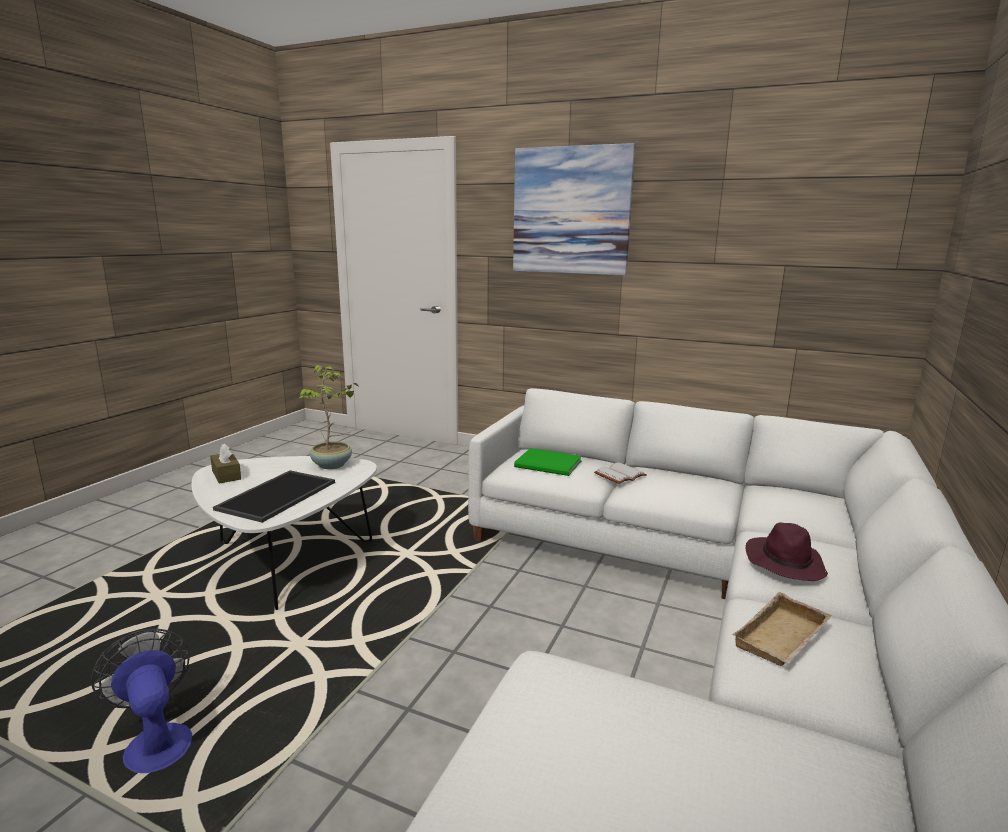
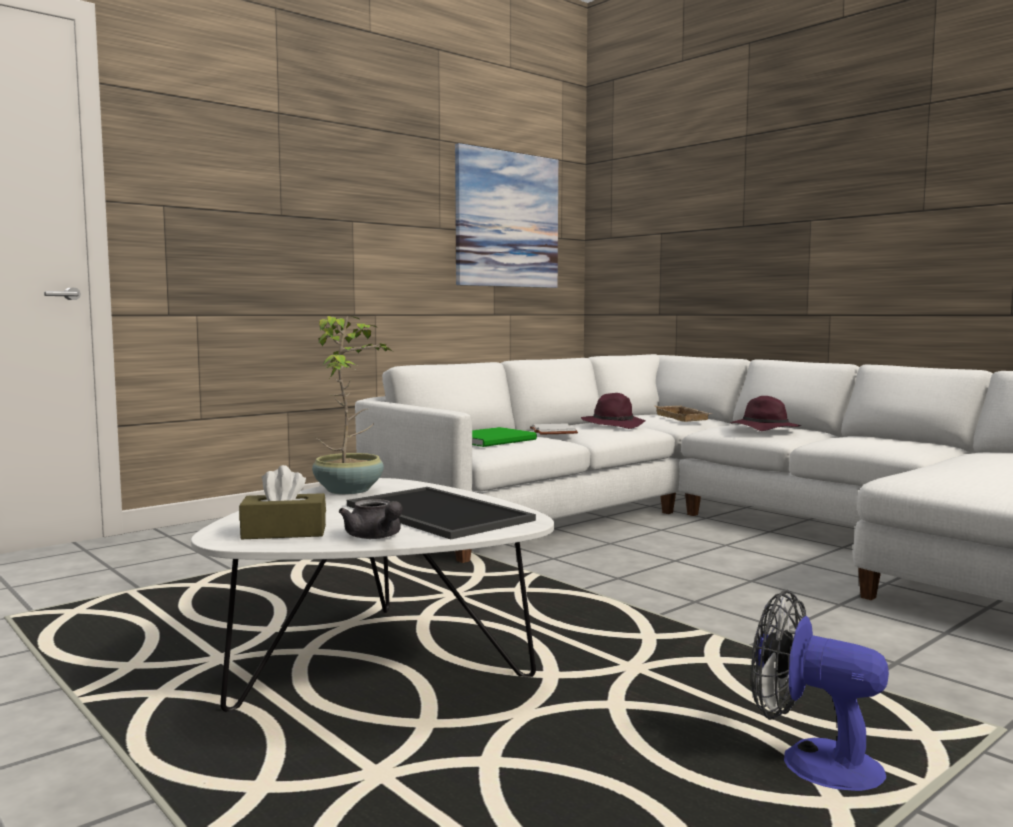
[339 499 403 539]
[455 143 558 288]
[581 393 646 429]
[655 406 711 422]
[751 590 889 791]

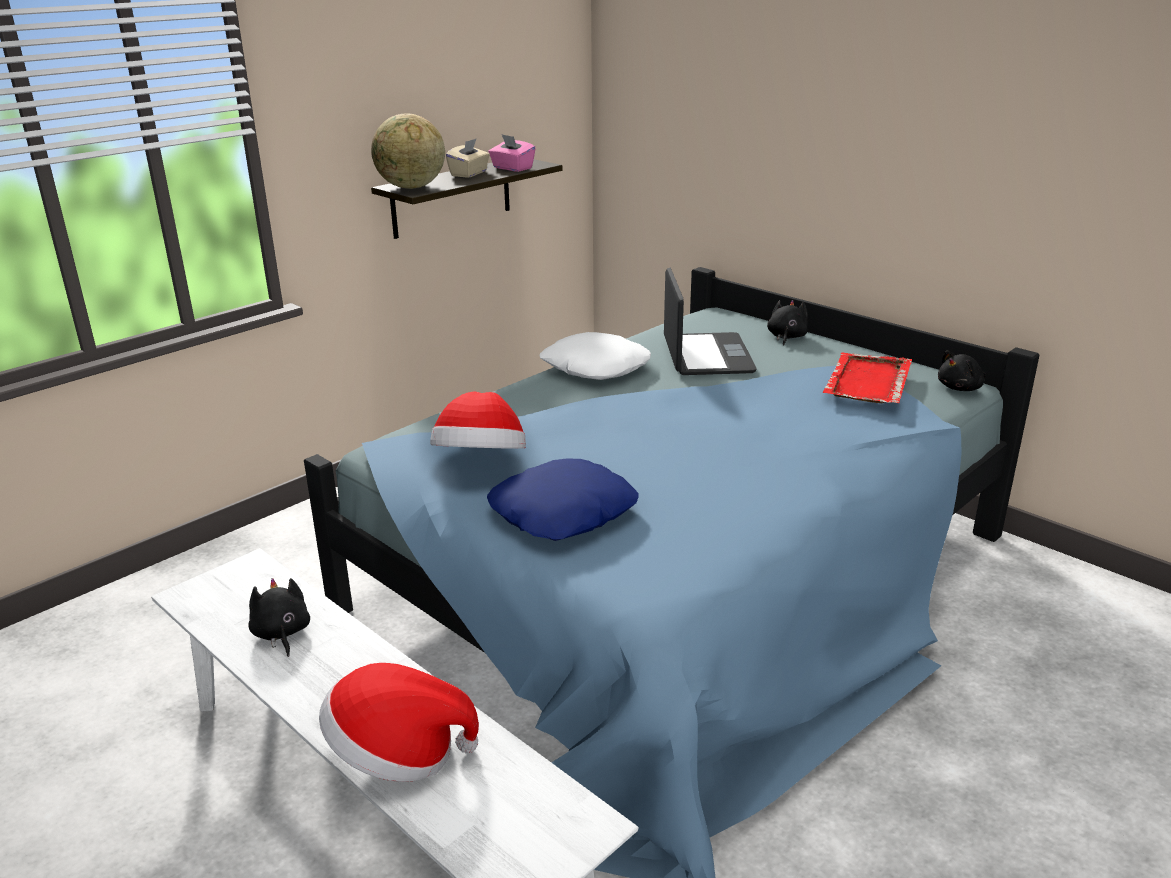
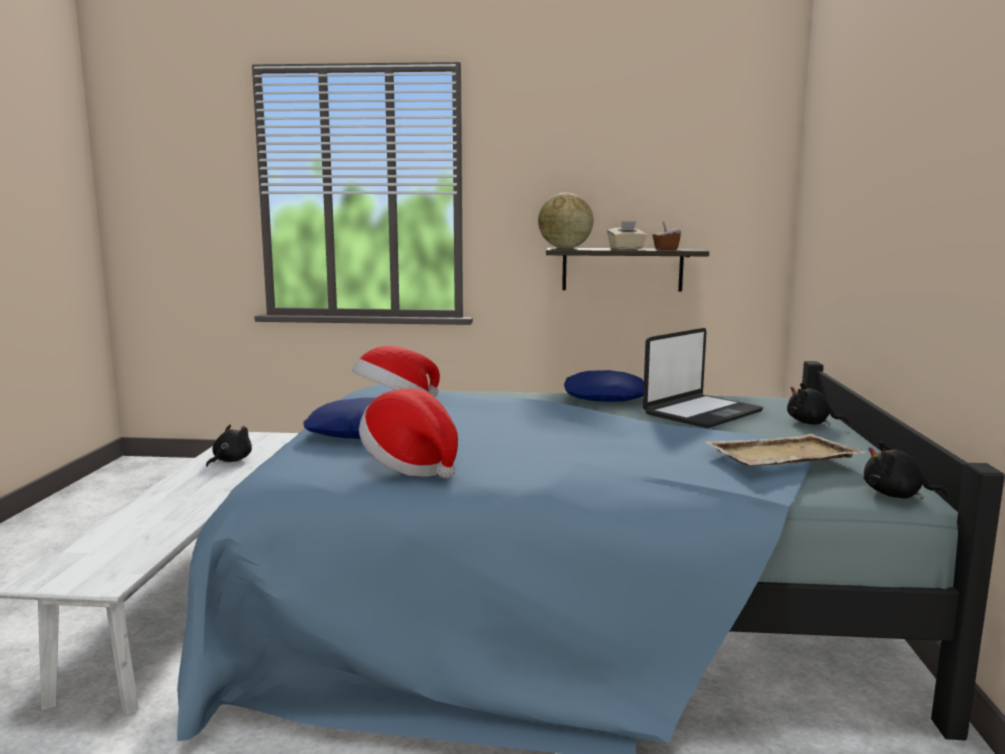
[359 388 458 478]
[564 370 644 402]
[652 222 681 250]
[704 434 867 465]
[787 383 849 425]

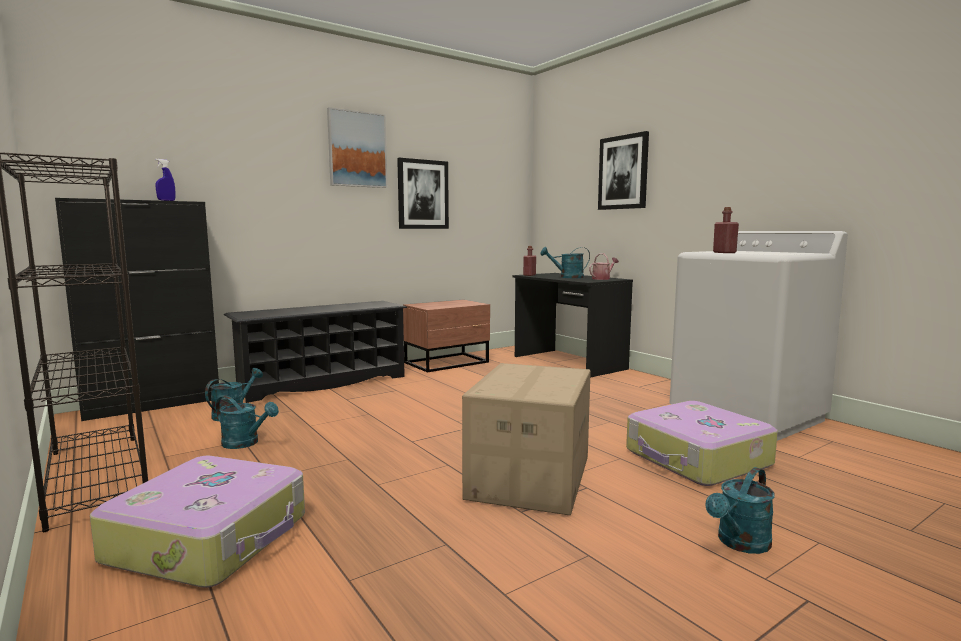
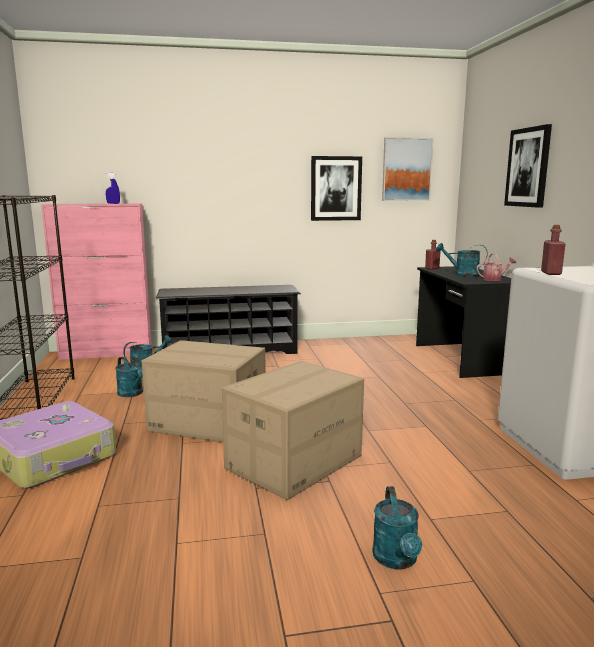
[41 203 152 360]
[142 340 266 442]
[372 486 422 570]
[382 137 434 201]
[403 300 490 373] (first image)
[626 401 778 486] (first image)

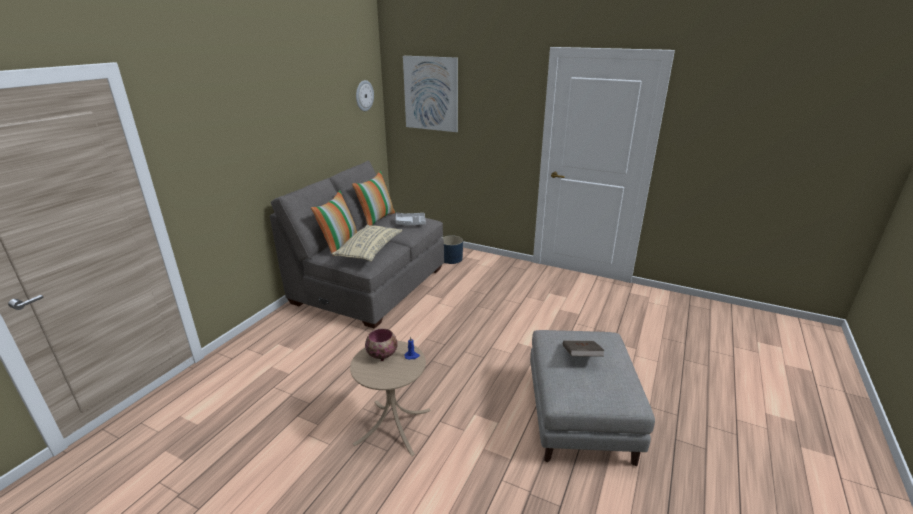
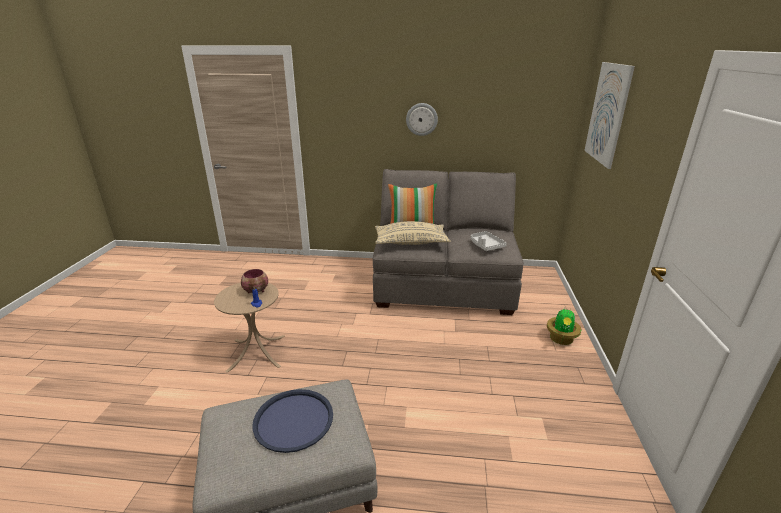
[252 389 333 453]
[406 103 438 136]
[547 309 581 345]
[352 171 396 226] (first image)
[442 236 463 264] (first image)

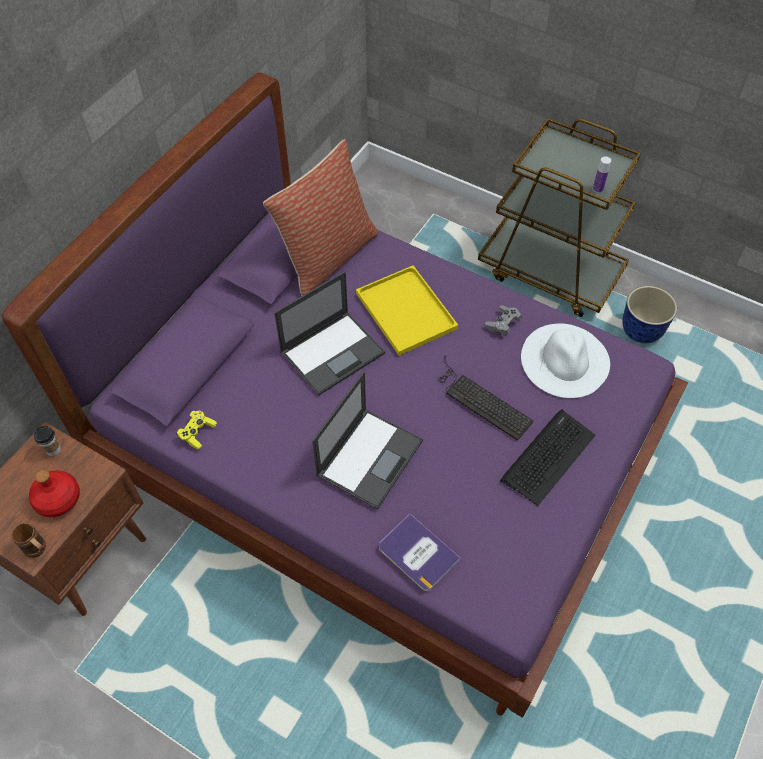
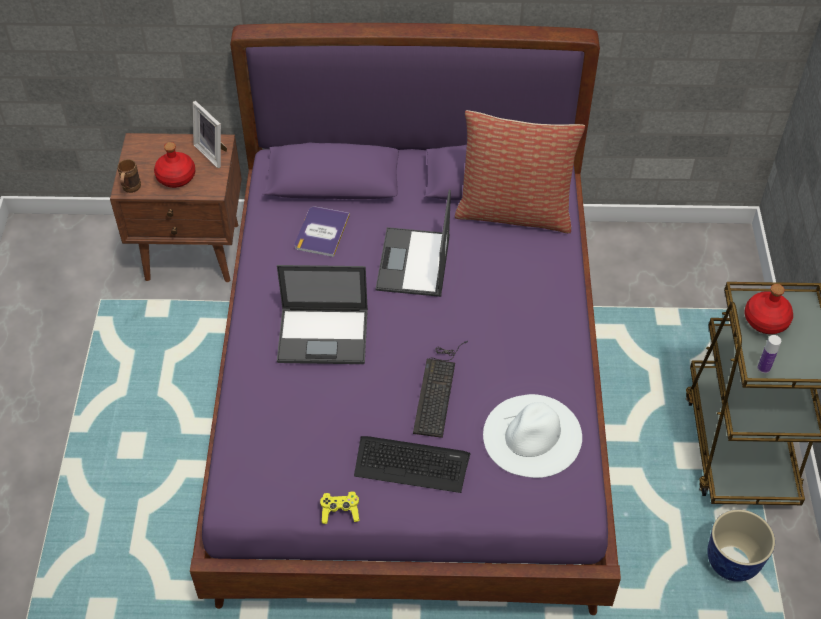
[193 101 227 168]
[295 206 350 257]
[320 491 360 524]
[376 190 451 297]
[745 284 793 334]
[356 265 458 356] (first image)
[484 305 522 336] (first image)

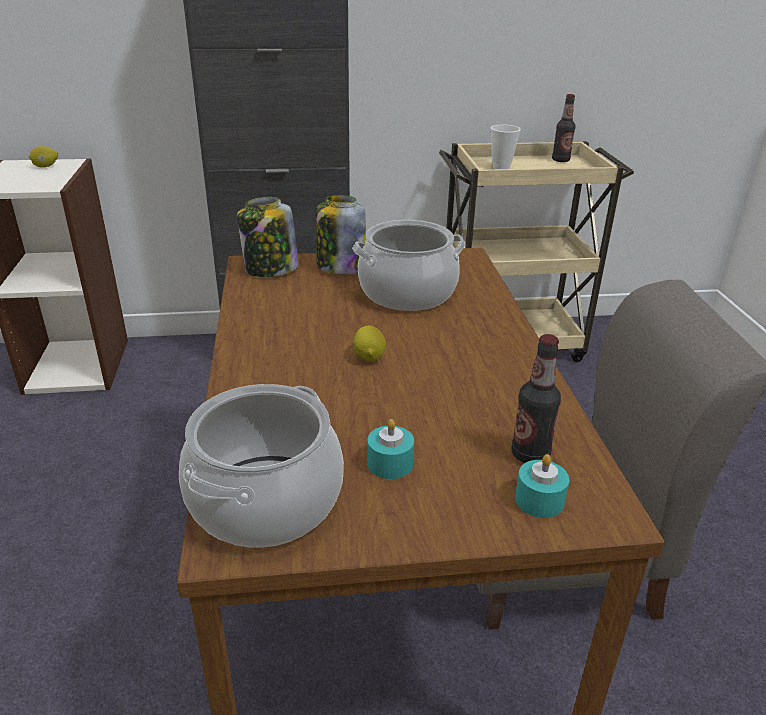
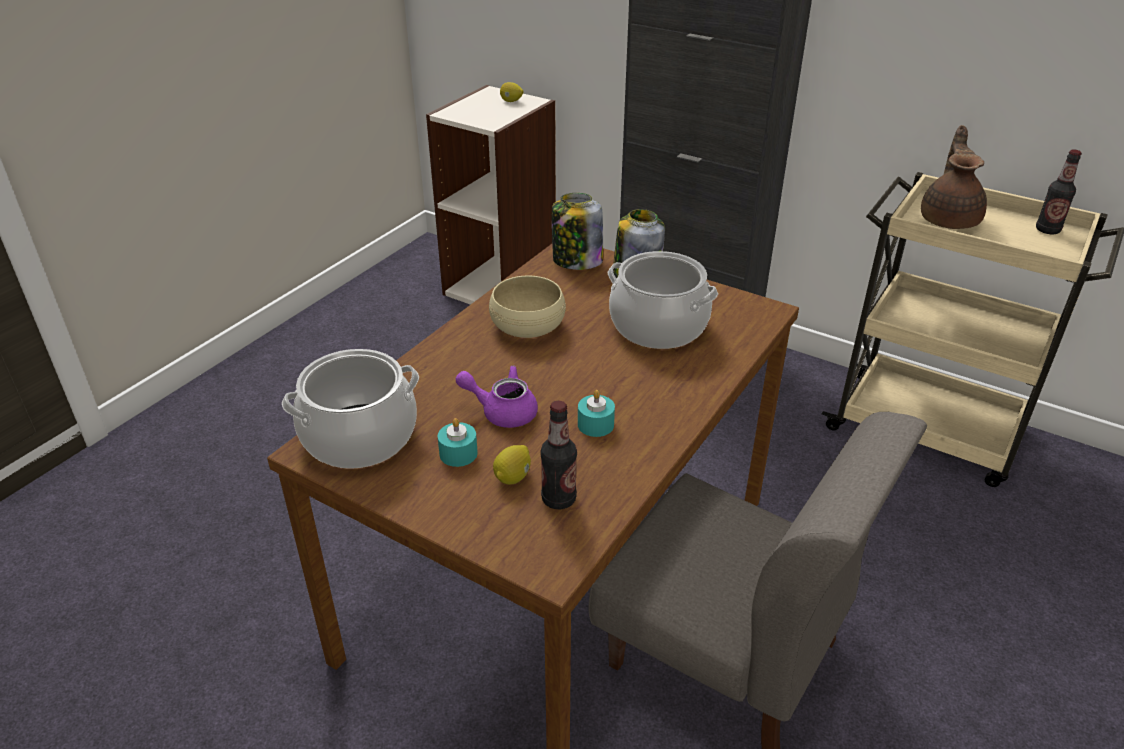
[455 365 538 428]
[489 275 566 338]
[493 445 531 485]
[578 390 615 437]
[921 125 987 229]

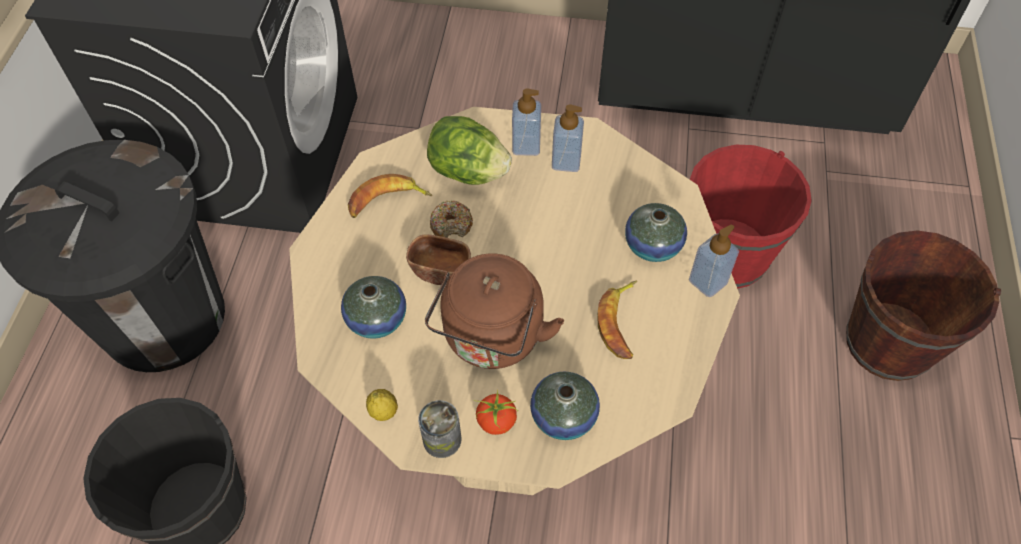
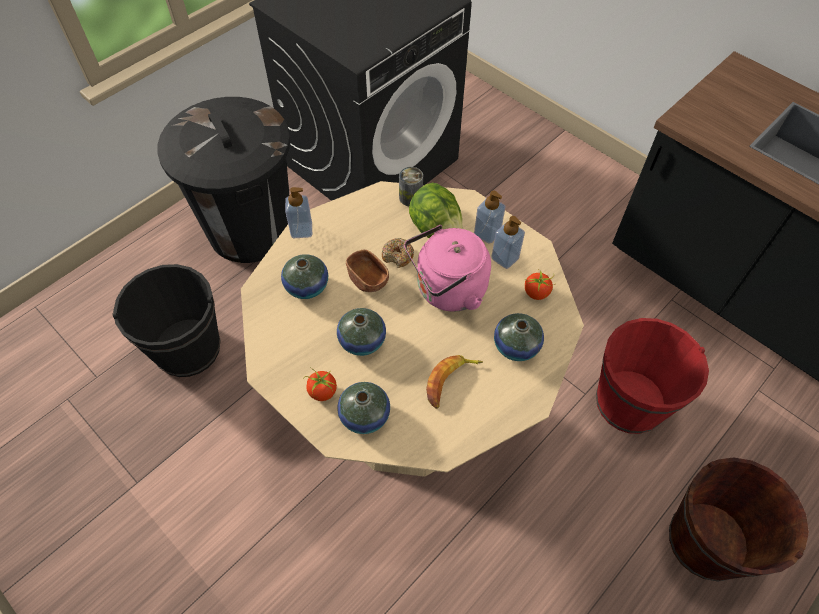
[285 187 312 238]
[337 308 386 356]
[399 167 423 206]
[404 225 491 312]
[525 270 555 300]
[348 174 432 218] (first image)
[366 389 398 421] (first image)

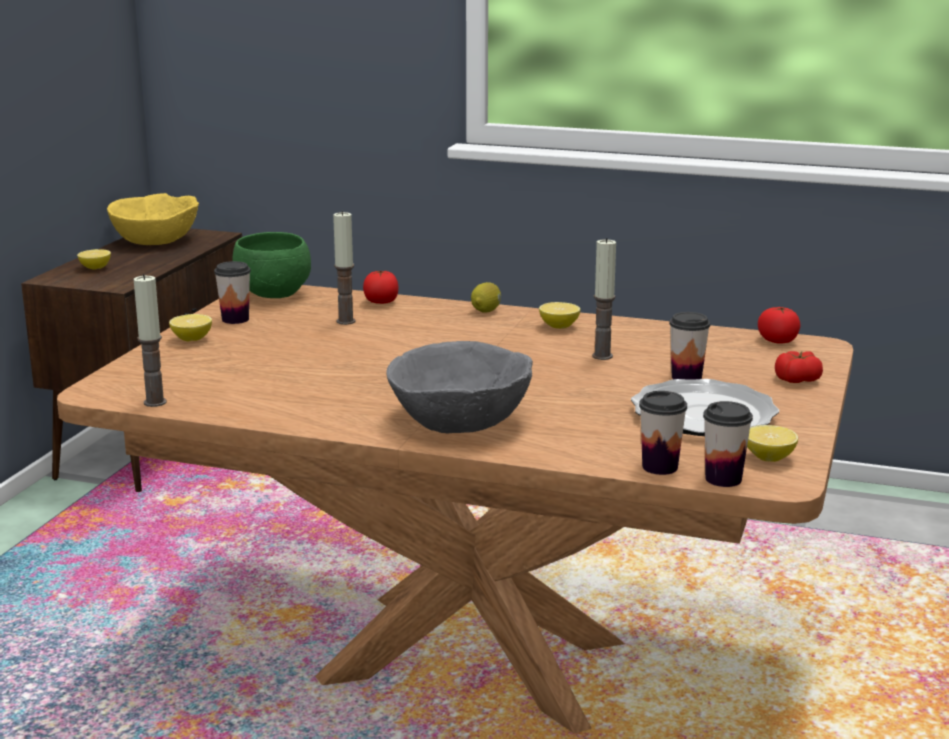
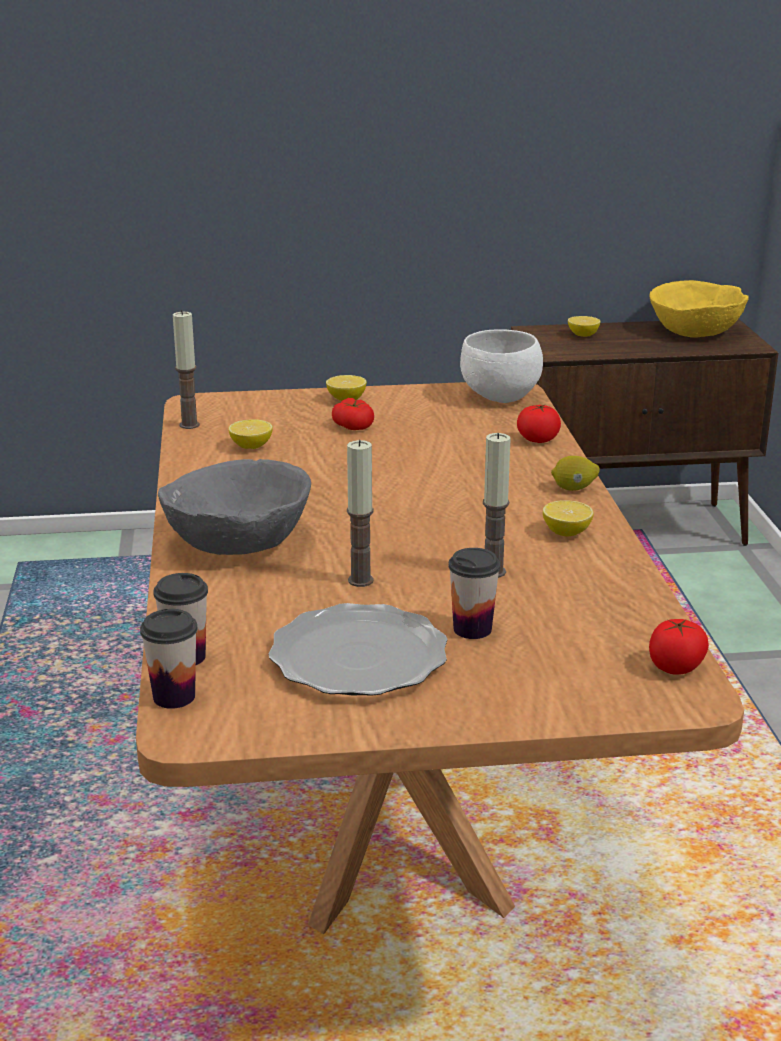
[228 419 273 449]
[332 398 374 430]
[347 440 374 587]
[460 329 543 403]
[214 261 251 324] (first image)

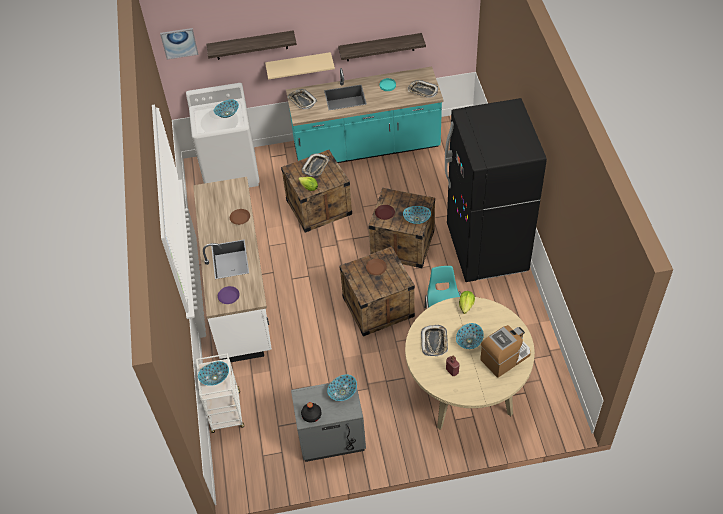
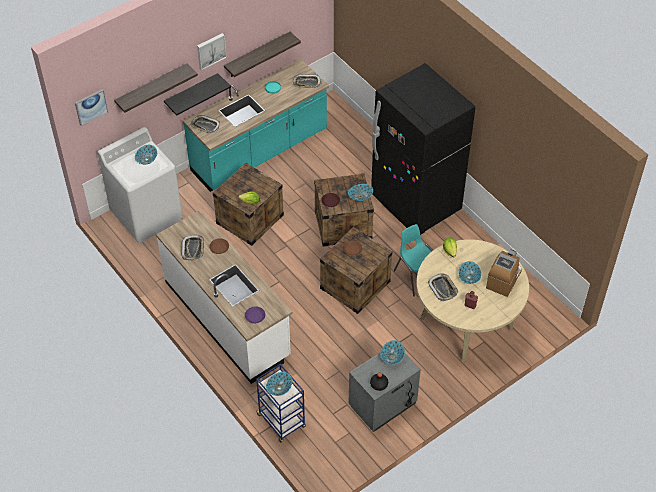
[164 73 231 115]
[181 235 204 260]
[197 33 227 70]
[256 364 306 442]

